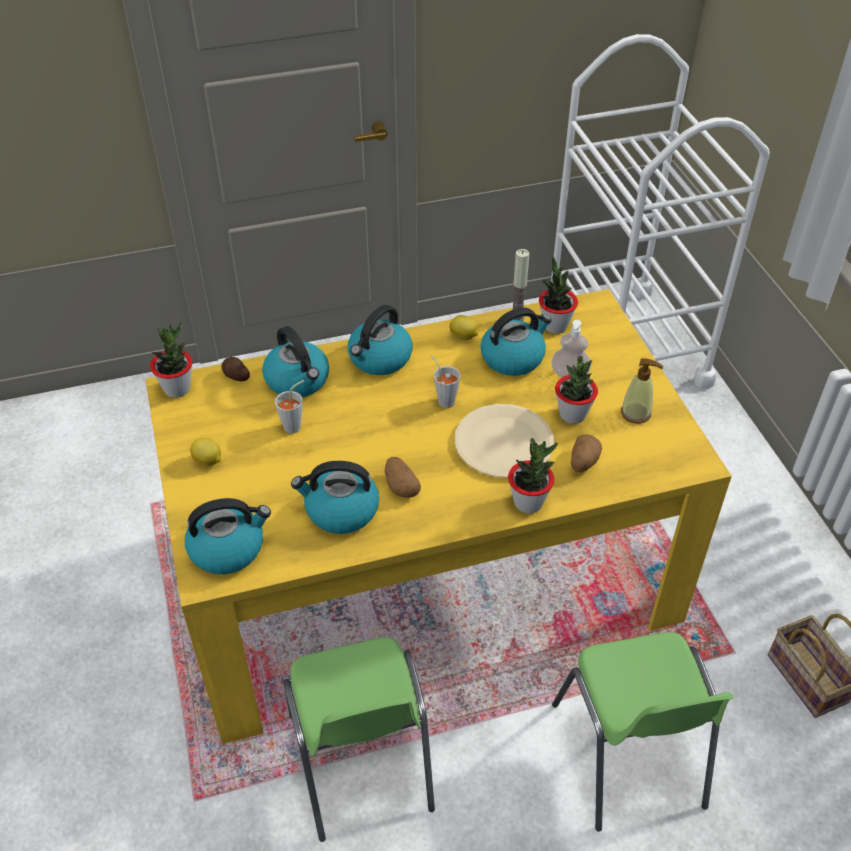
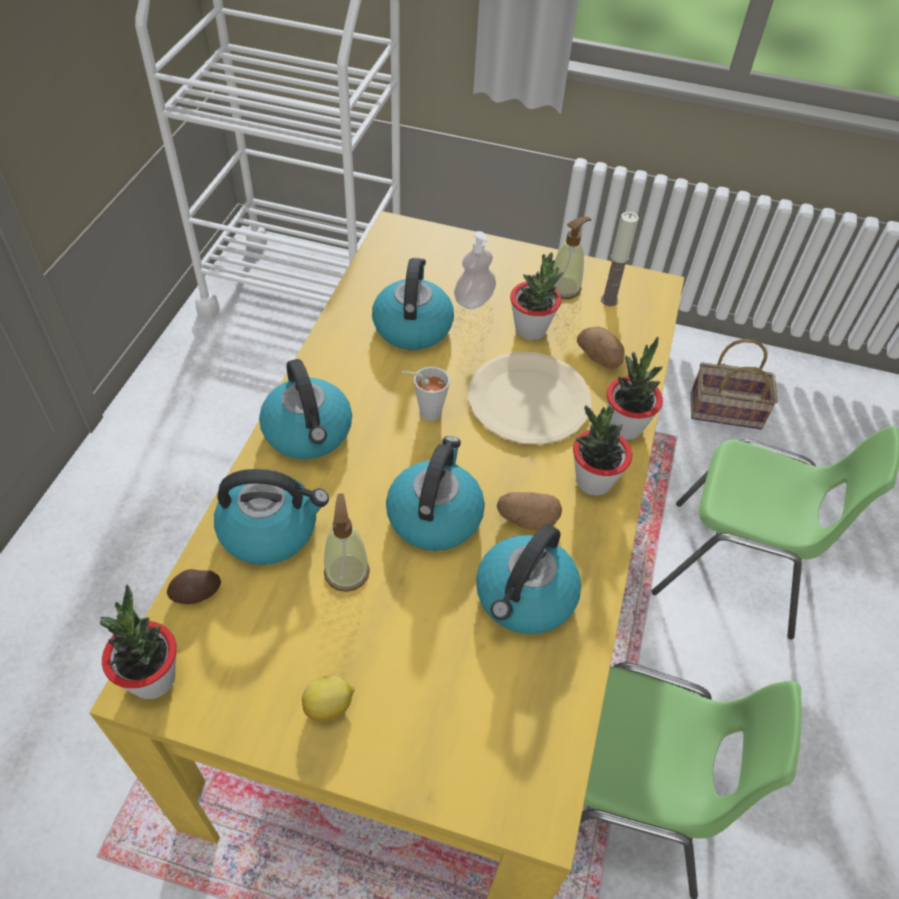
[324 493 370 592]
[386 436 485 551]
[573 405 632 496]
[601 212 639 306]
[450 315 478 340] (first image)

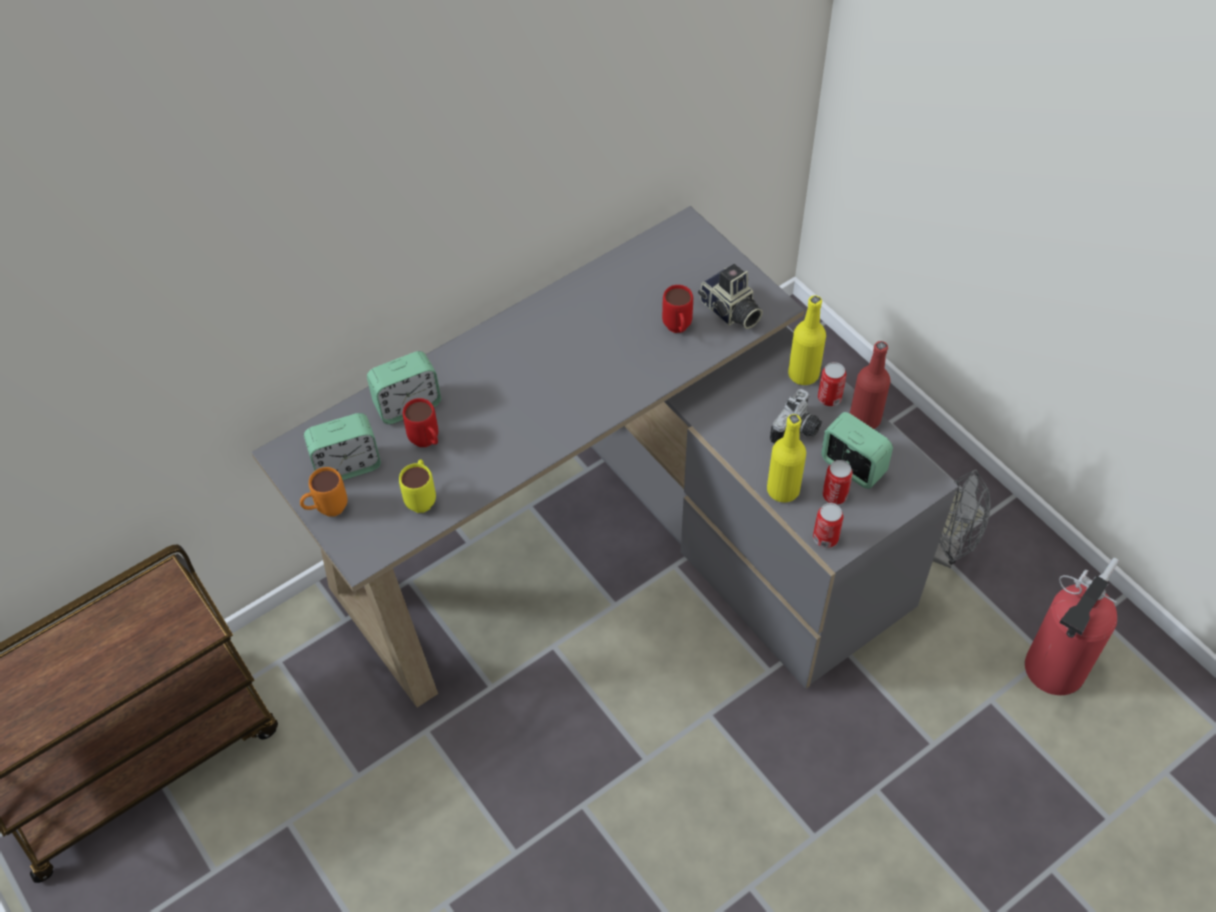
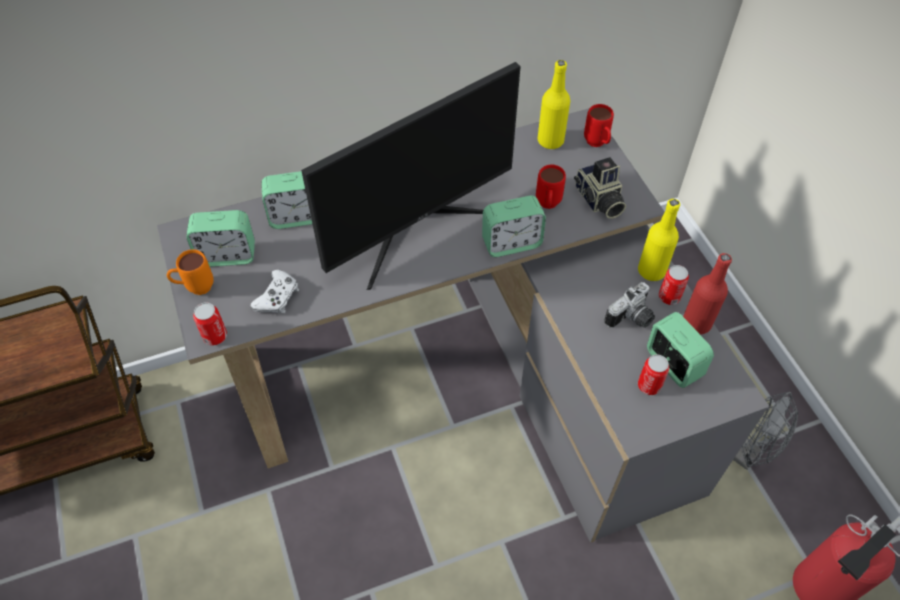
[193 302 227 345]
[250 270 299 313]
[301 62 521 290]
[482 195 546 257]
[537 60 570 149]
[584 104 614 147]

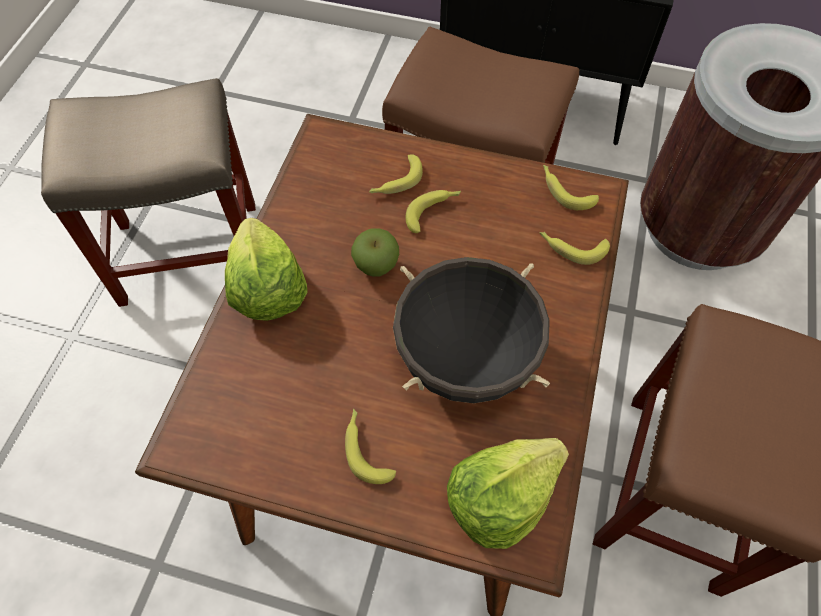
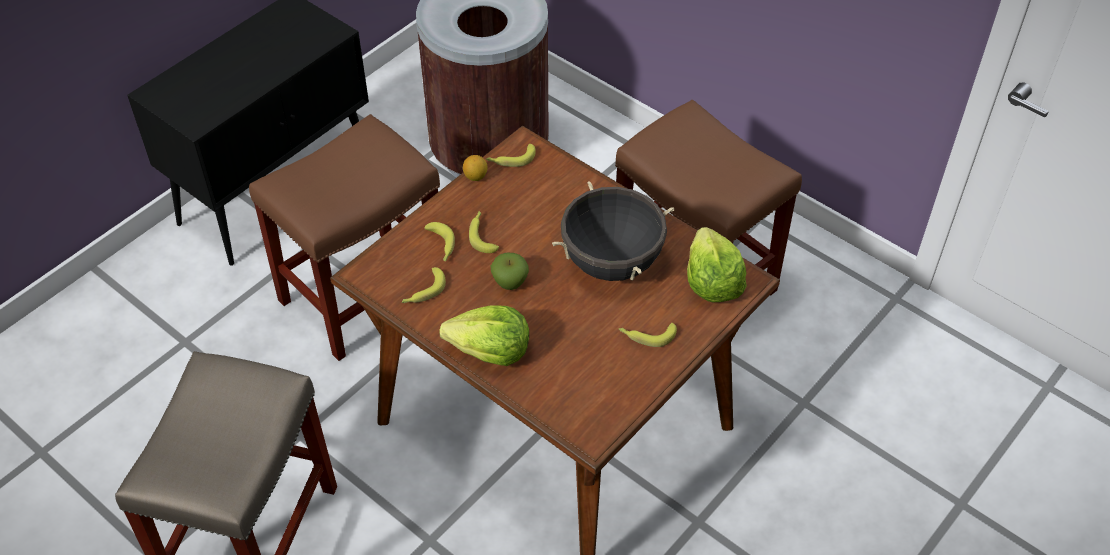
[402 267 446 303]
[463 155 488 181]

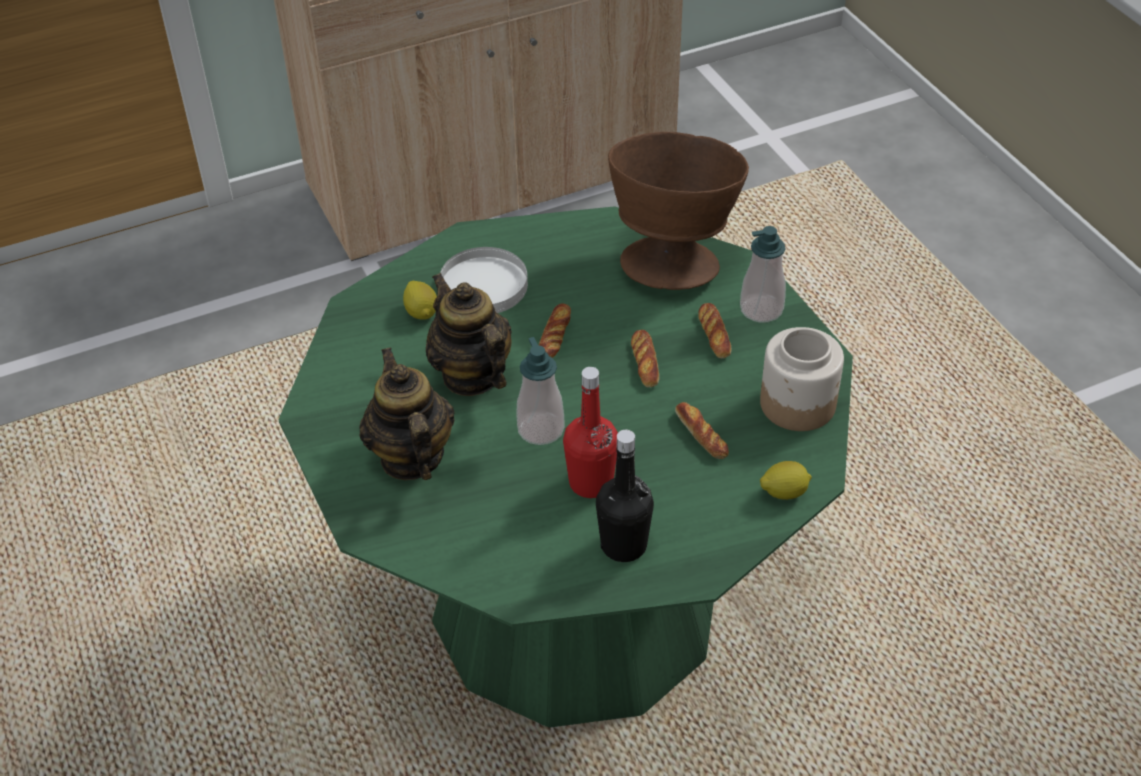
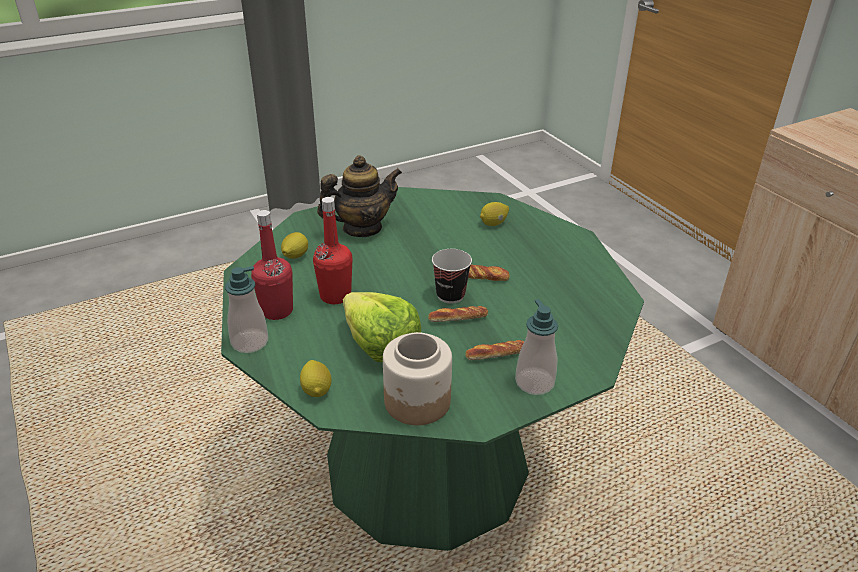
[225 266 268 353]
[251 210 293 320]
[281 232 308 259]
[343 292 421 362]
[432 249 472 304]
[426 273 512 396] (first image)
[440 247 528 313] (first image)
[608 132 749 290] (first image)

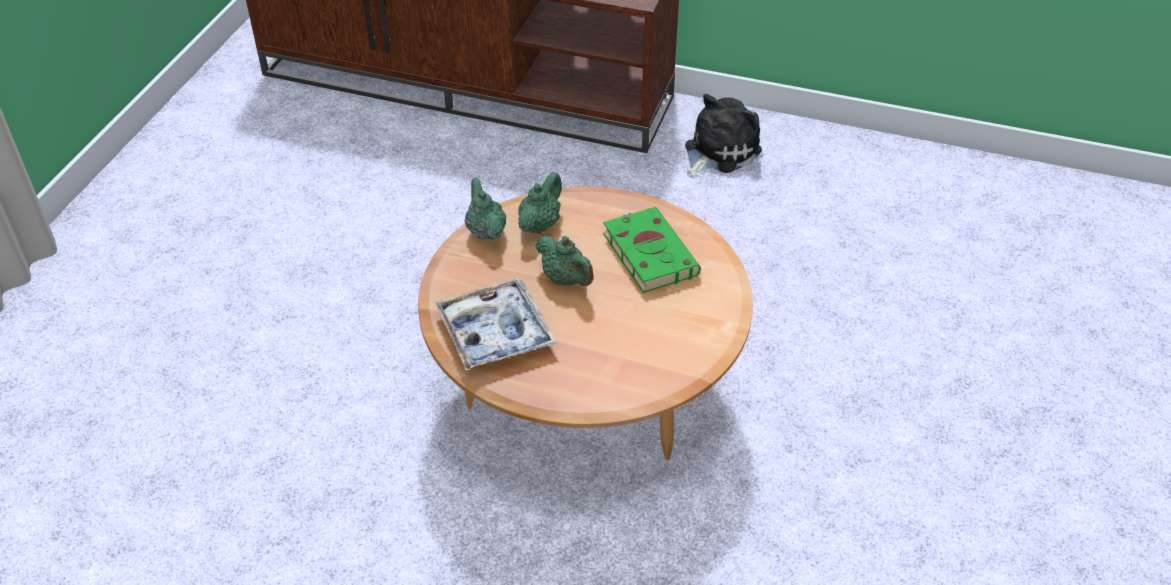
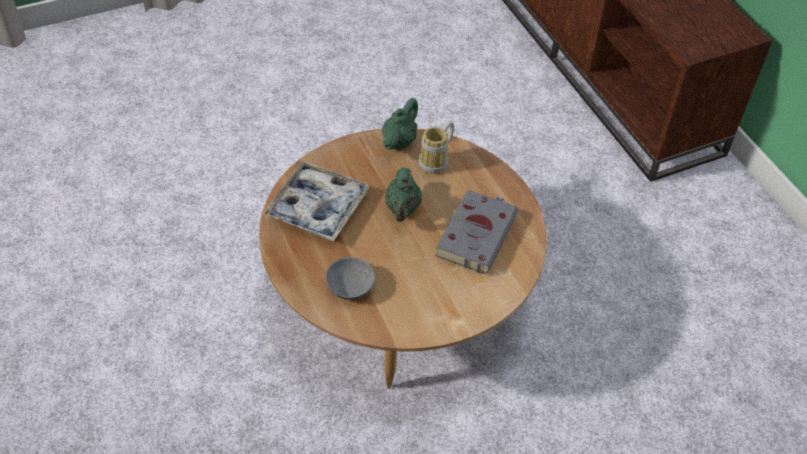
[326 257 375 300]
[418 121 454 174]
[436 190 518 274]
[685 94 762 177] (first image)

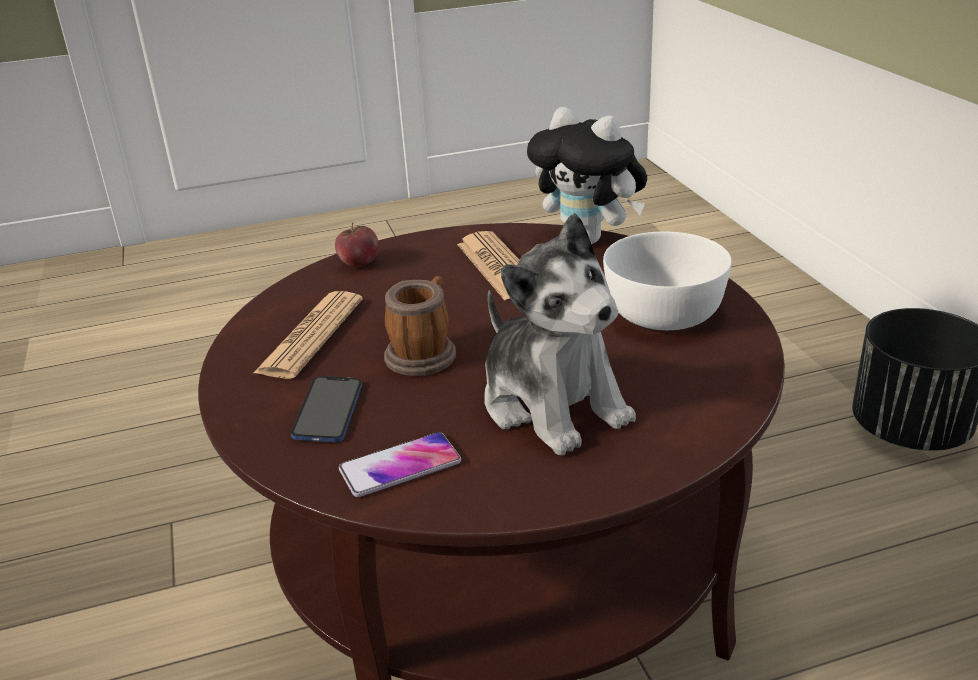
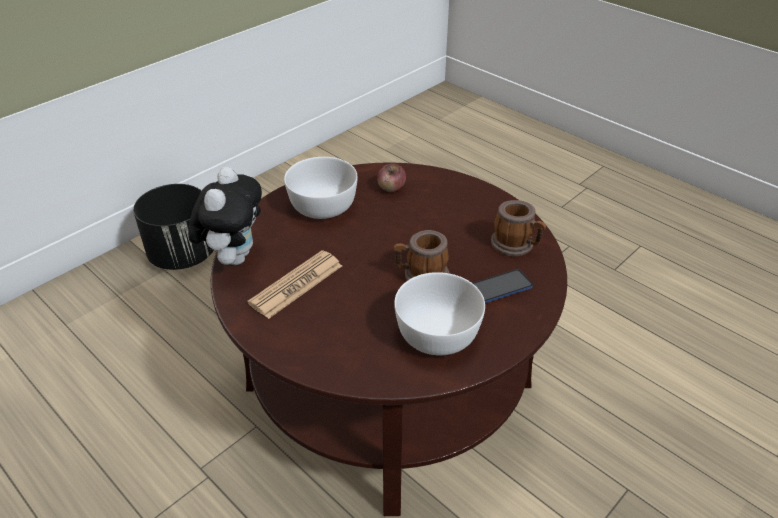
[377 163 406 192]
[394 272 485 356]
[491 200 546 256]
[484 213 636 456] (first image)

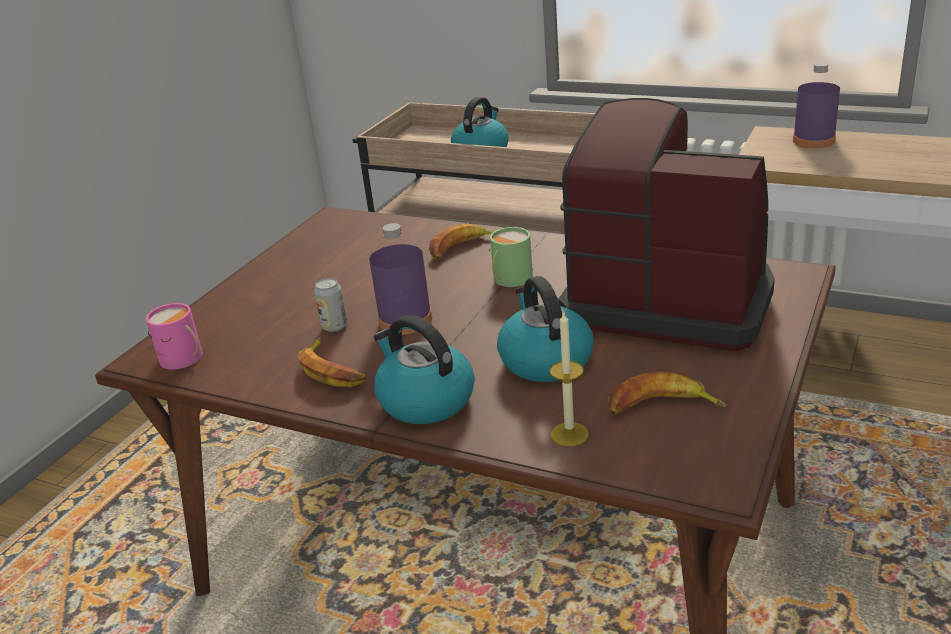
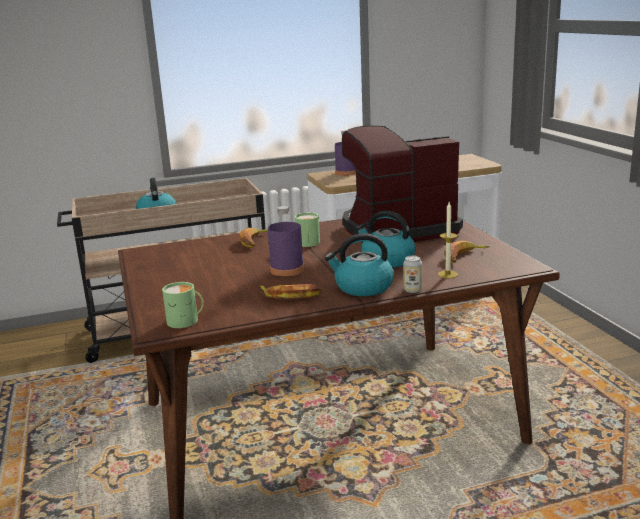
[162 282 204 328]
[403 256 422 293]

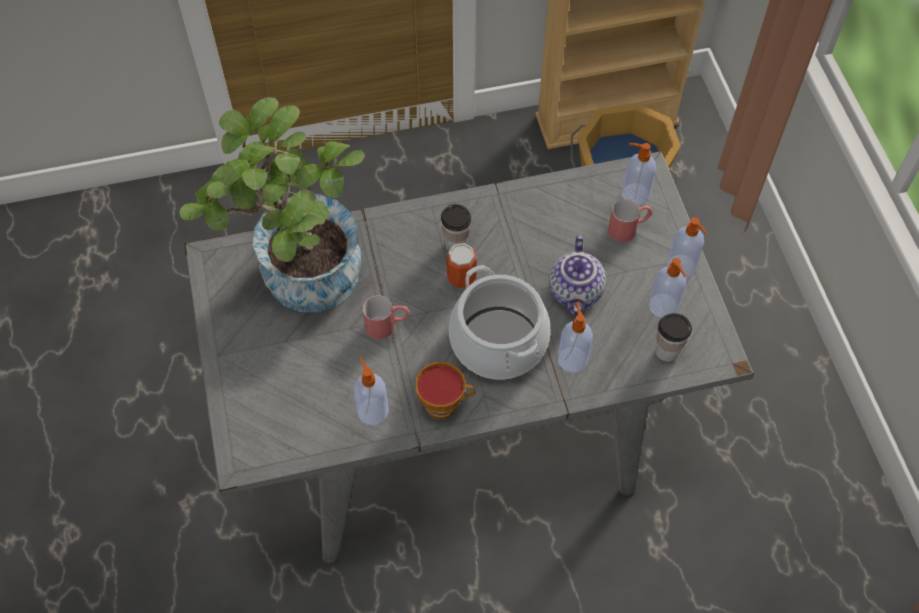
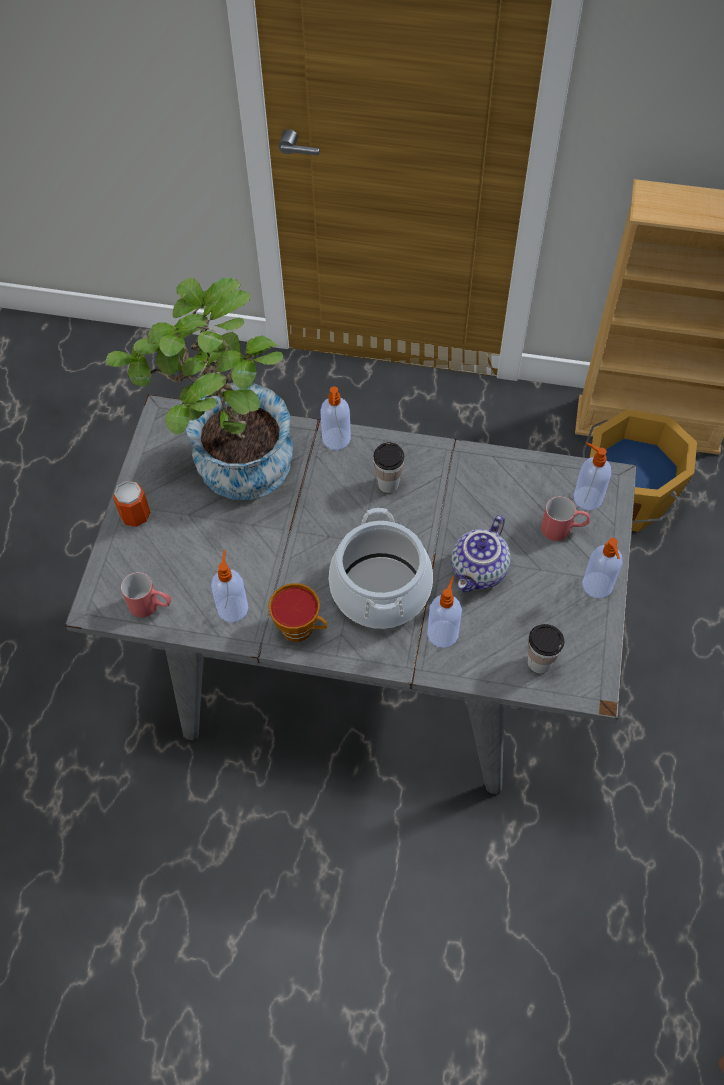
[113 481 150 527]
[121 572 171 617]
[320 386 351 450]

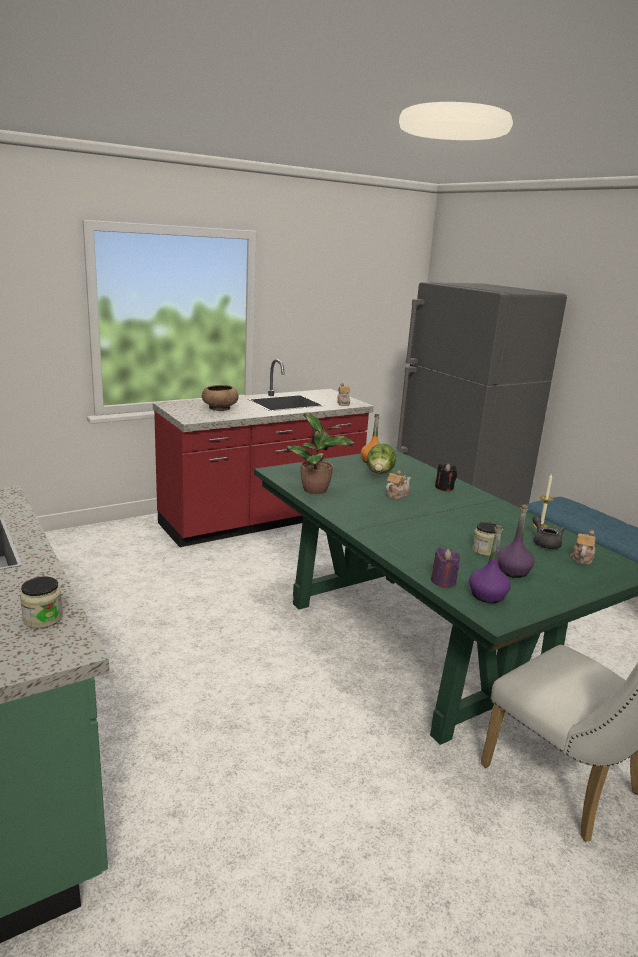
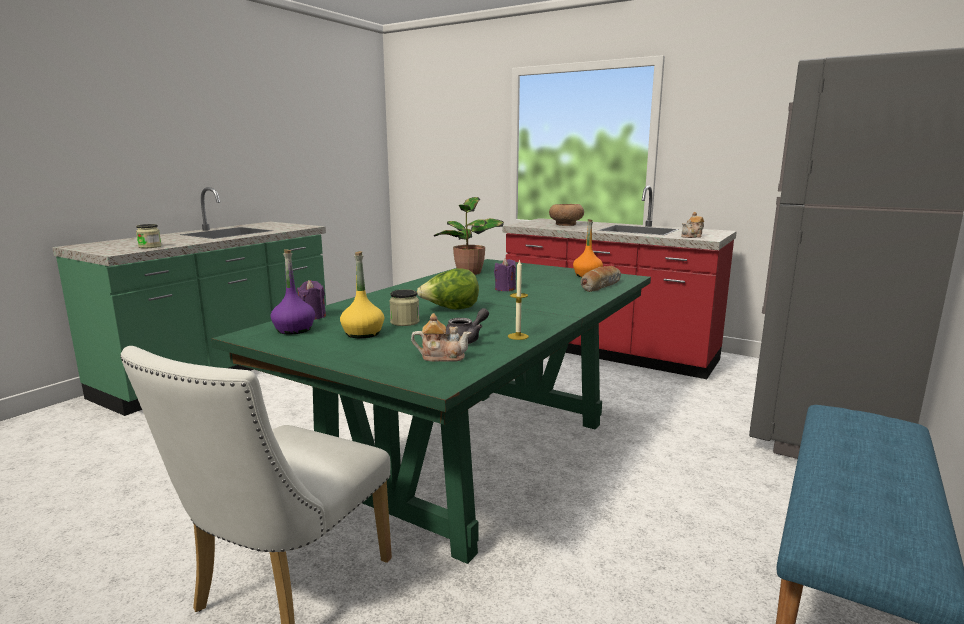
[340 251 384 338]
[417 269 479 310]
[494 258 516 291]
[580 266 621 292]
[435 463 457 491] (first image)

